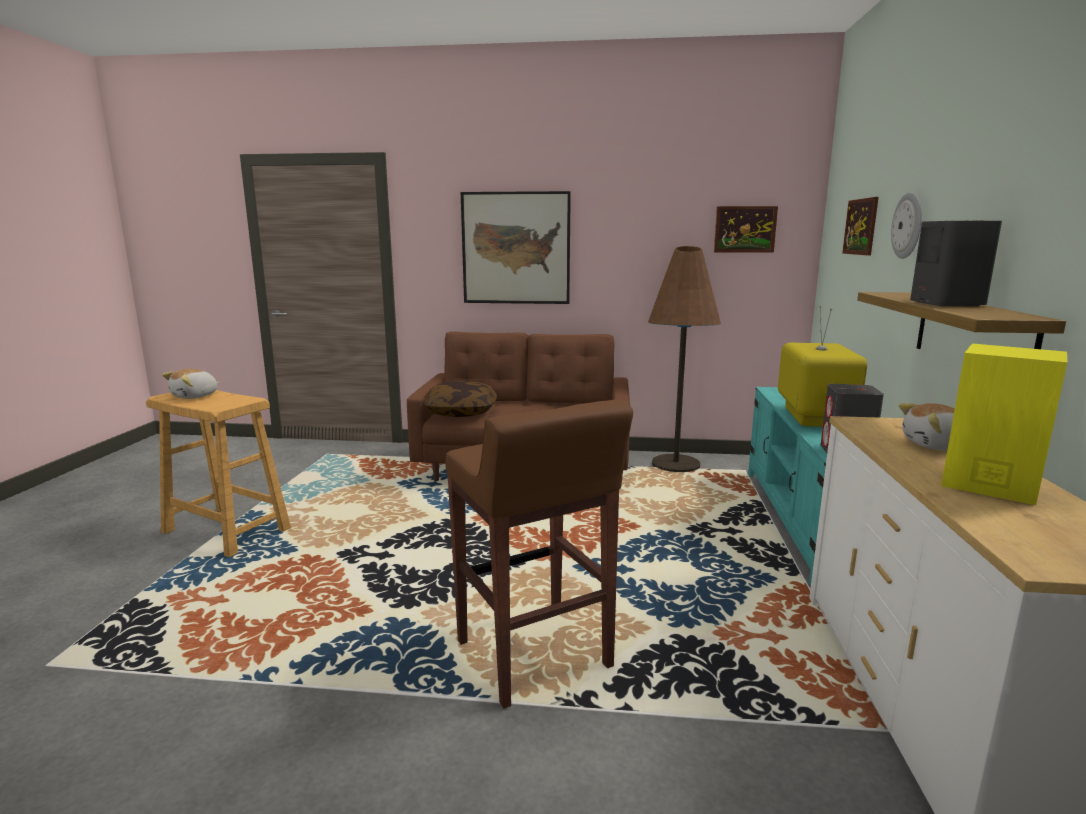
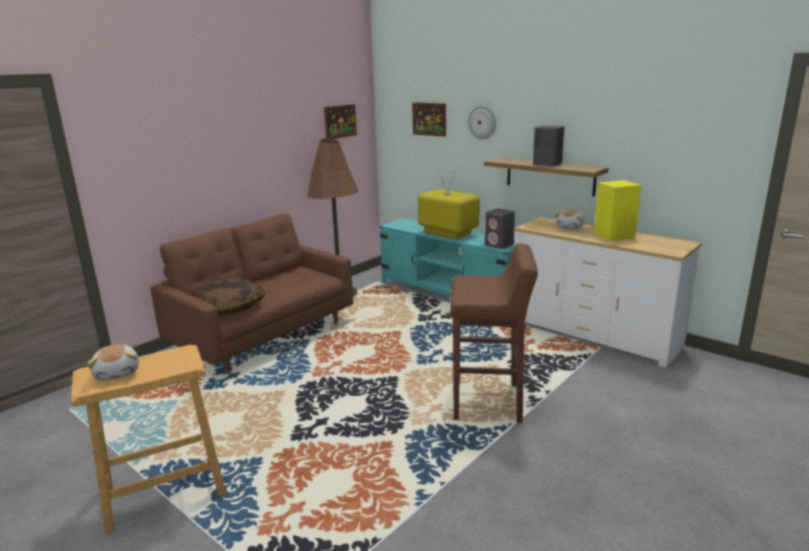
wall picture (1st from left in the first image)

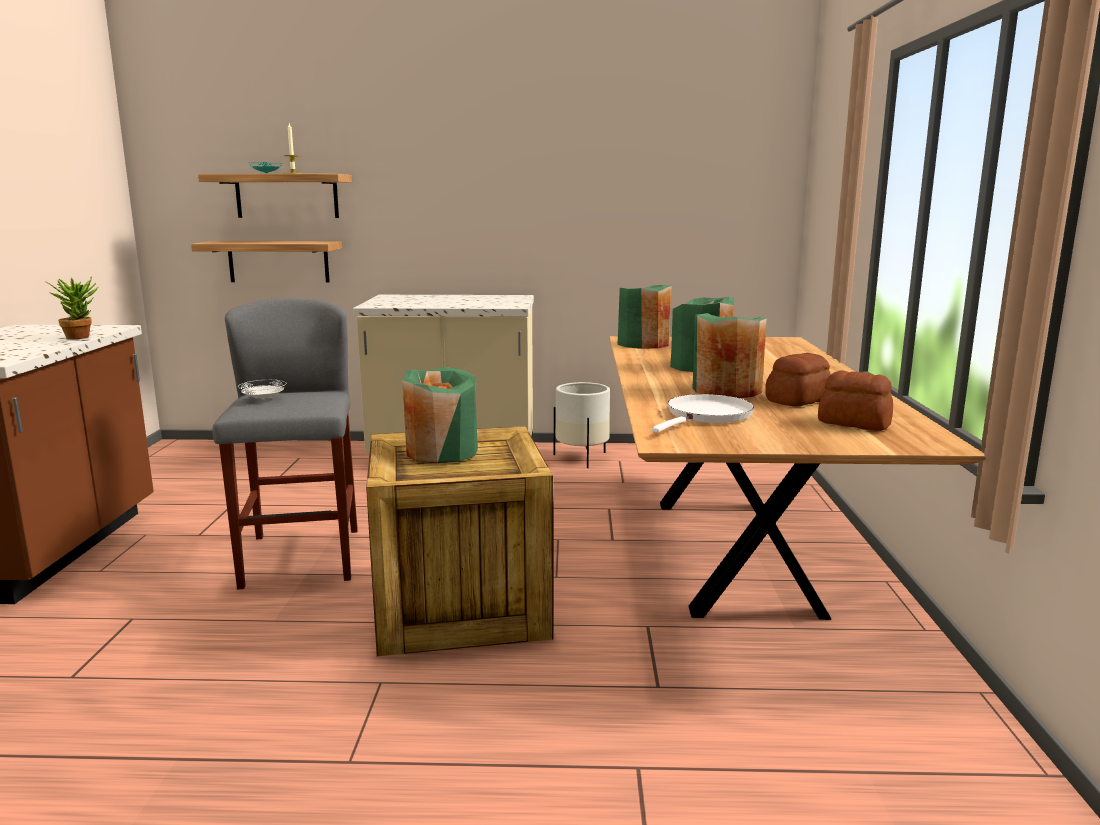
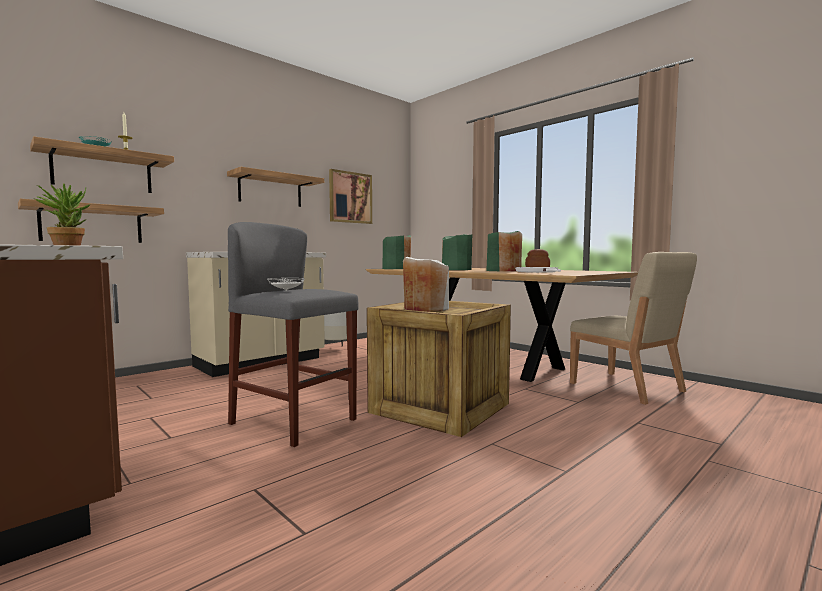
white-coloured decorative vase
baked bread (2nd from left in the first image)
bracket shelf (3rd from left)
wall picture
beige-coloured chair

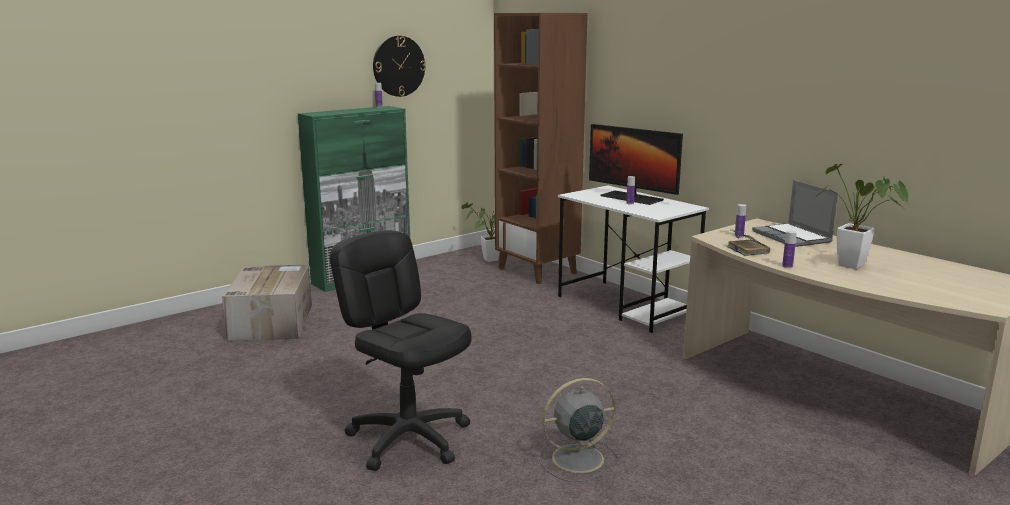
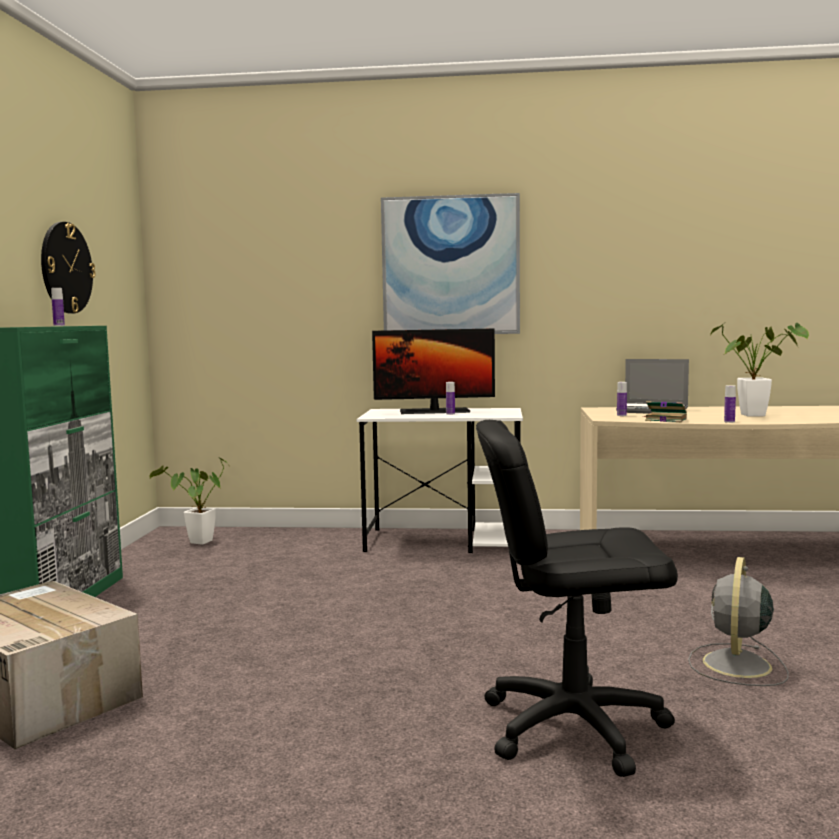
brown bookcase
wall picture

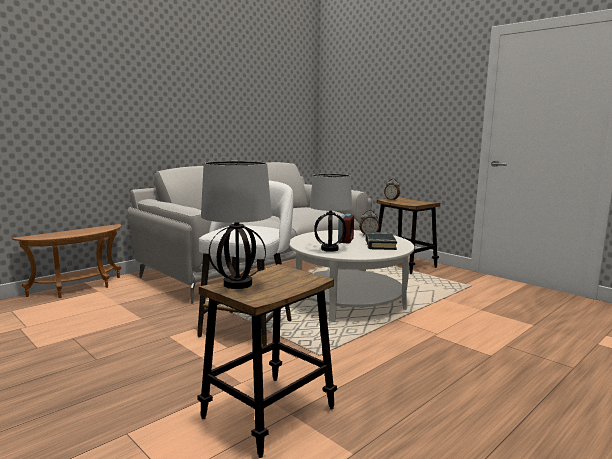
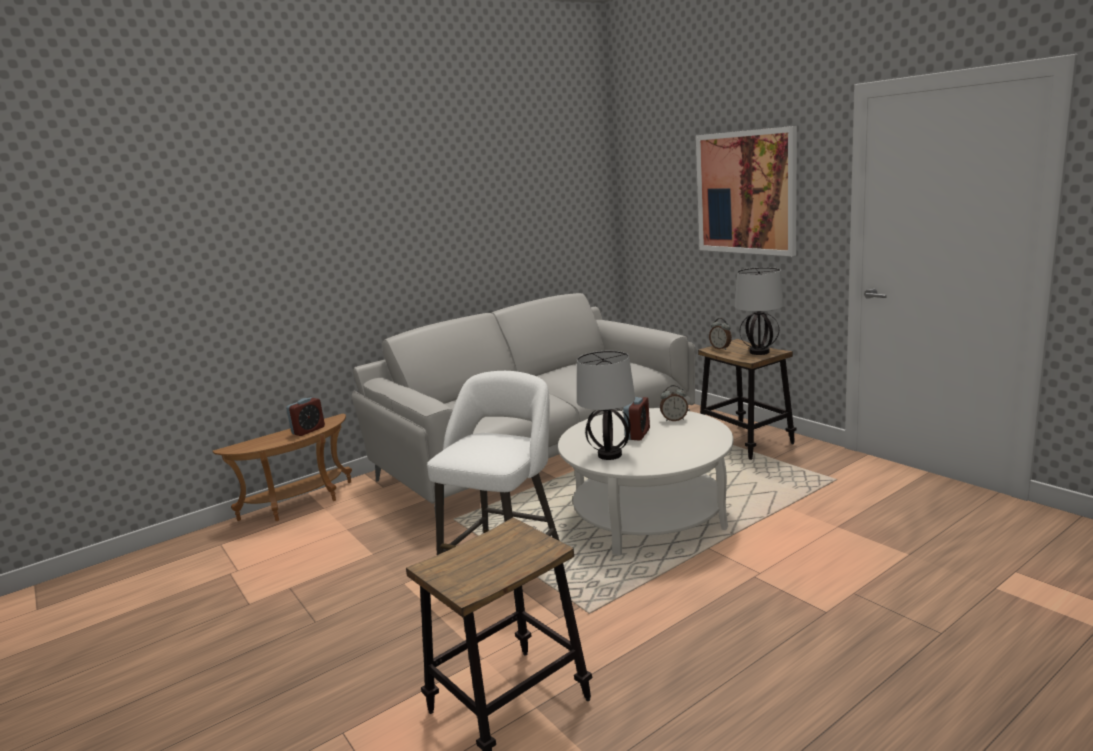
table lamp (2nd from left)
black-coloured bound book
bedside clock (1st from left)
wall picture

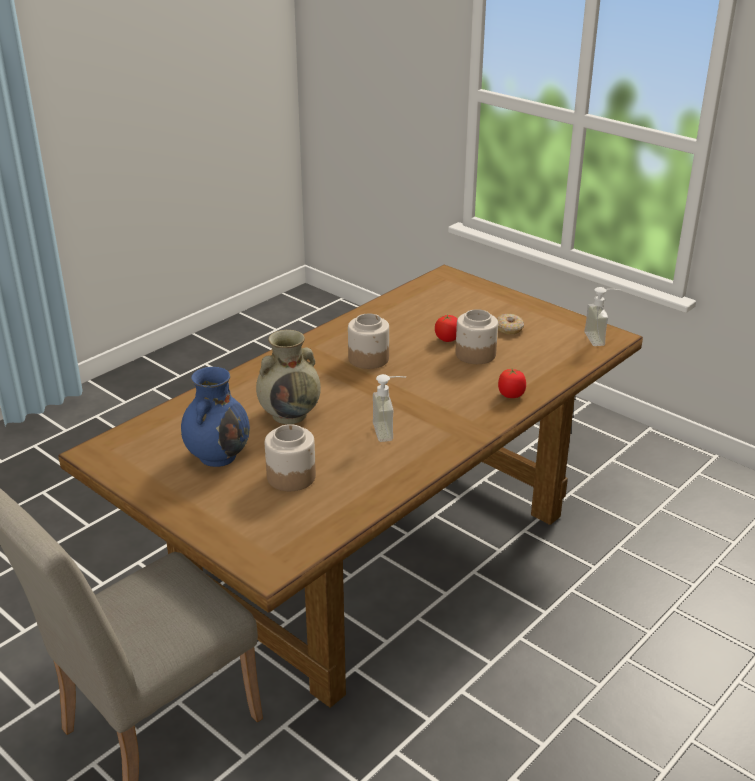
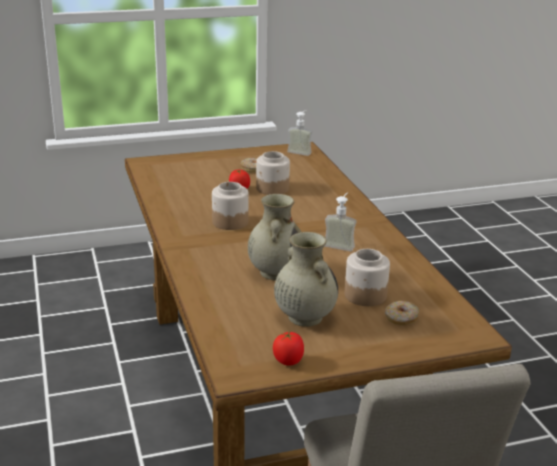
beige-coloured decorative vase (2nd from left)
fresh tomato (2nd from left)
doughnut (2nd from left)

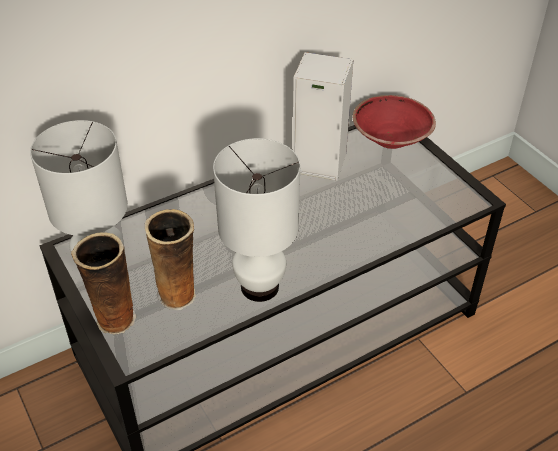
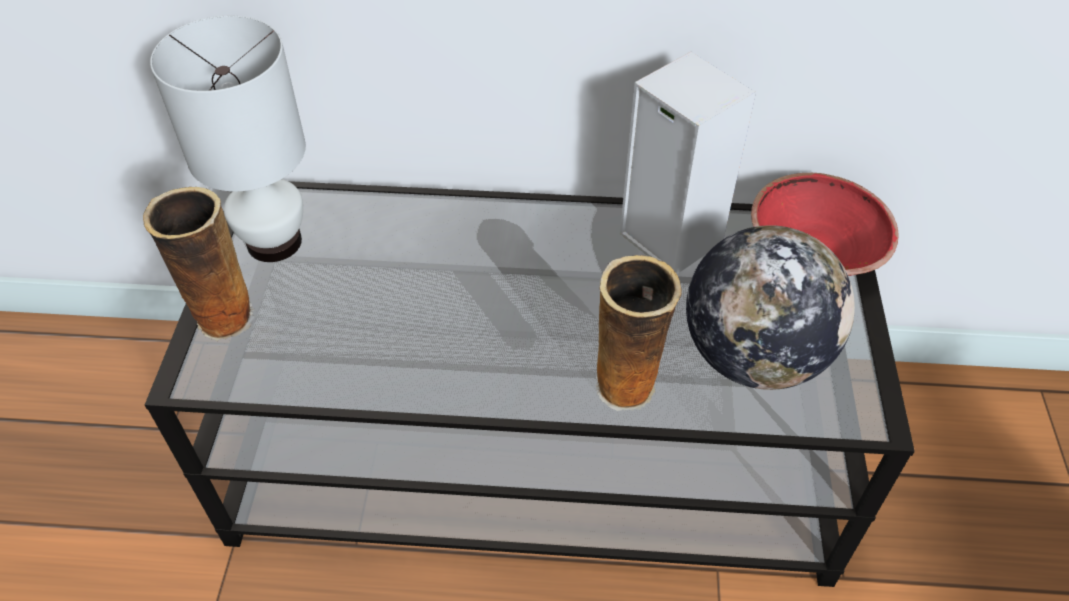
decorative vase (2nd from left)
white-coloured table lamp (2nd from left in the first image)
desk globe

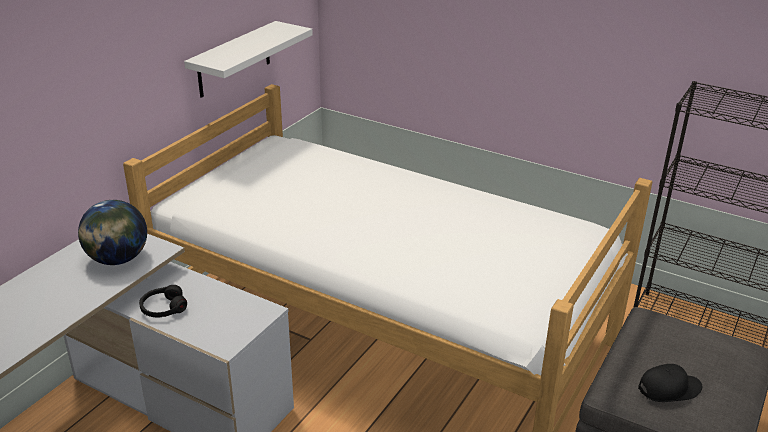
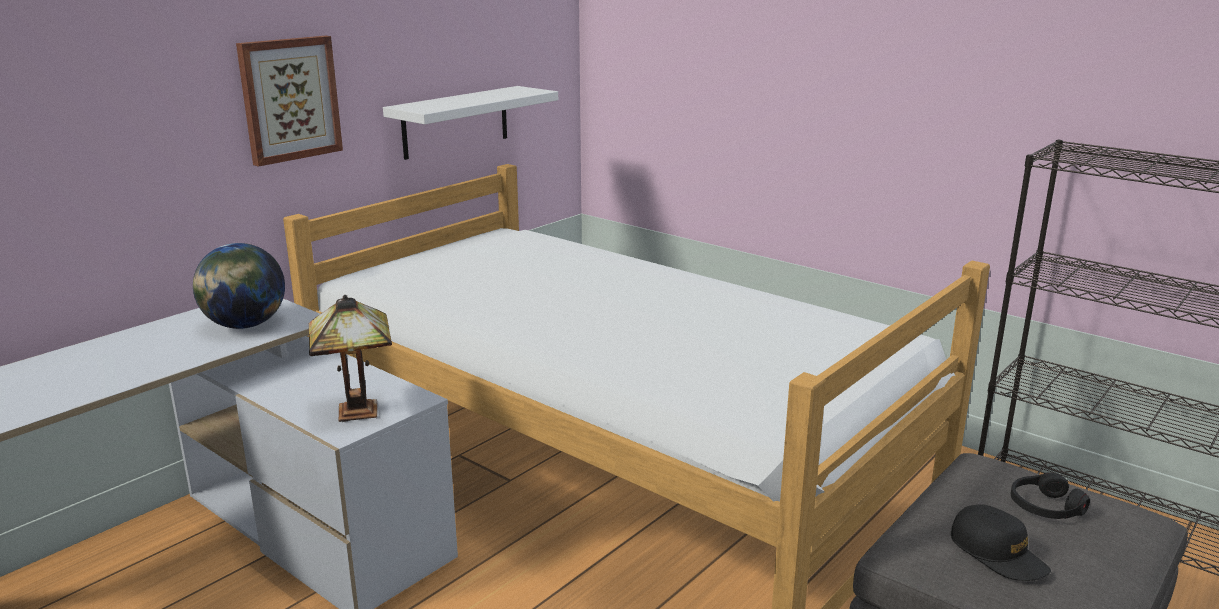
black-coloured headphones
black-coloured peaked cap
wall picture
table lamp

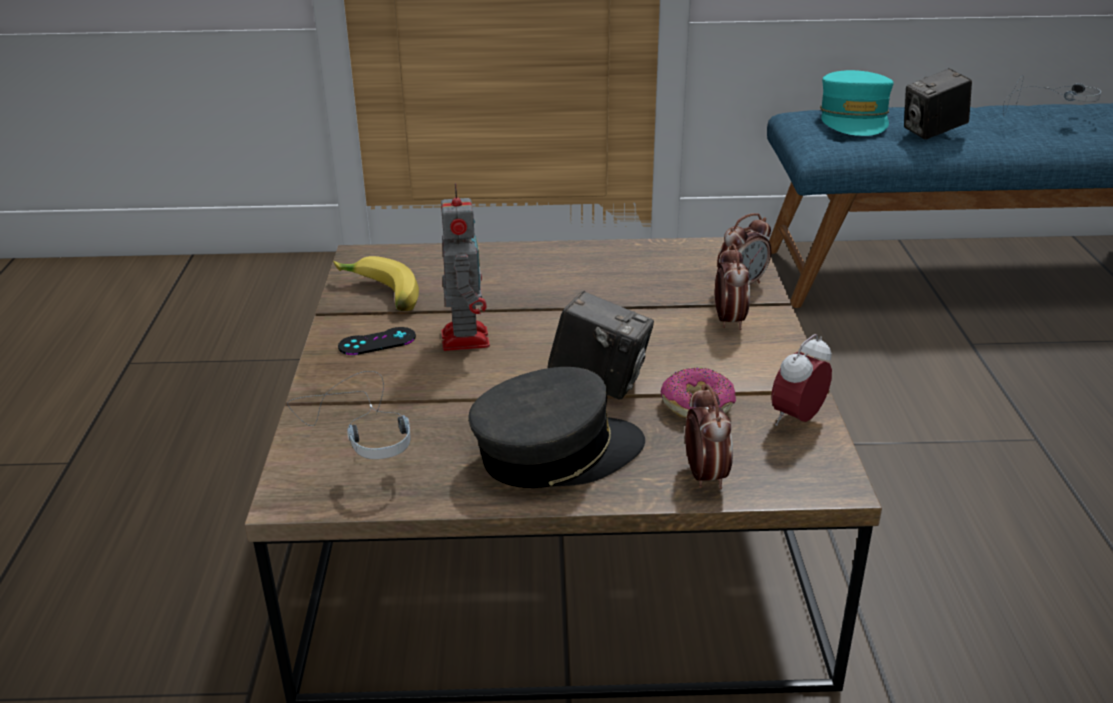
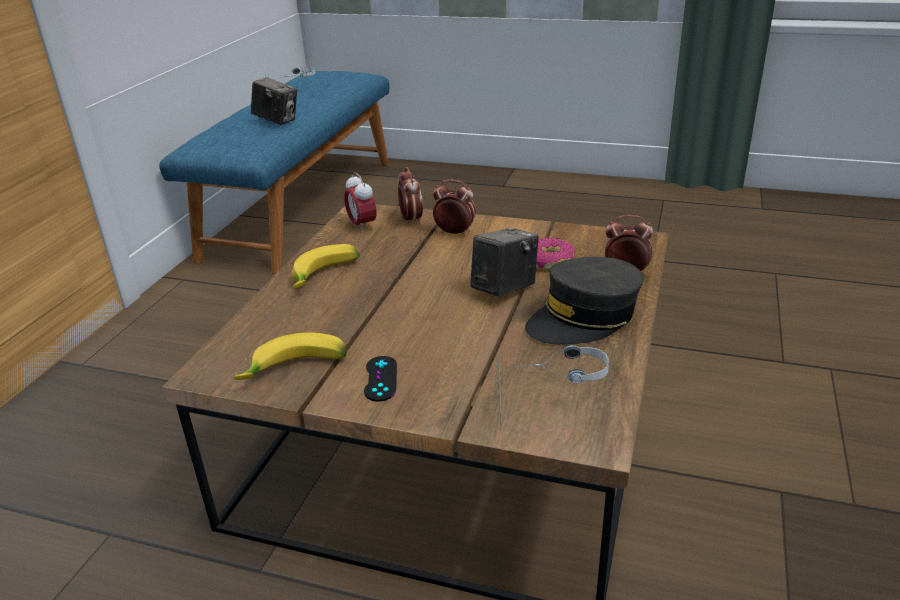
robot figure
gray peaked cap
bedside clock (1st from left)
turquoise-coloured peaked cap
still camera (1st from left)
banana fruit (2nd from left)

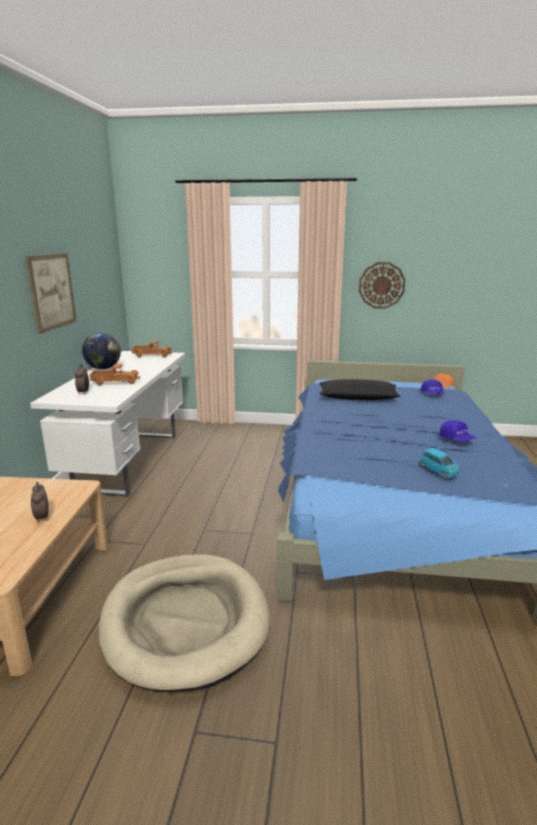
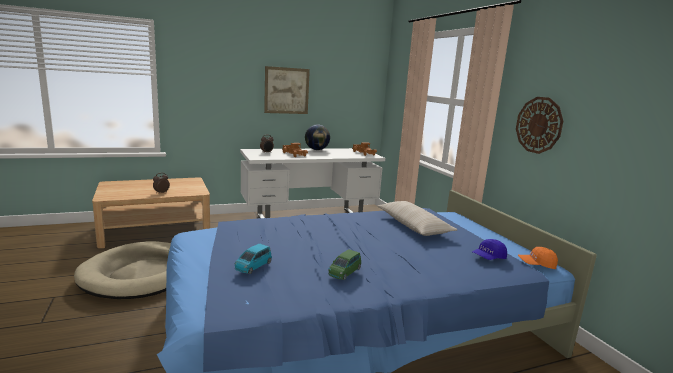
beige-coloured pillow
green miniature car

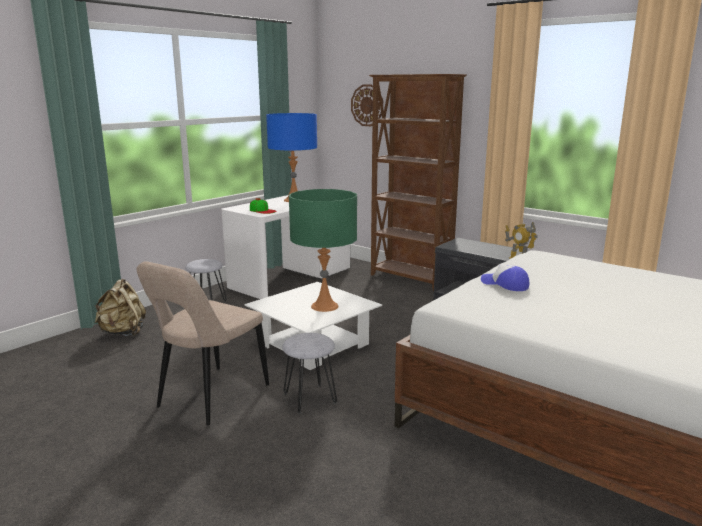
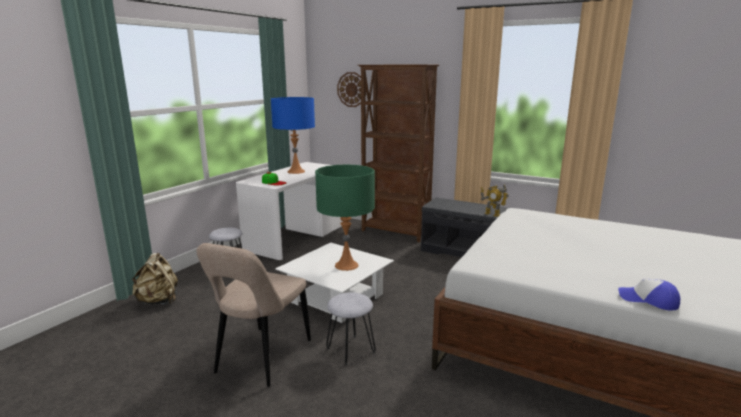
peaked cap (2nd from left)

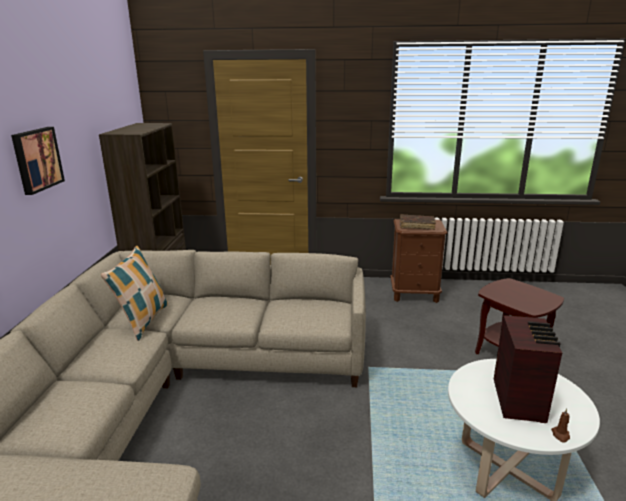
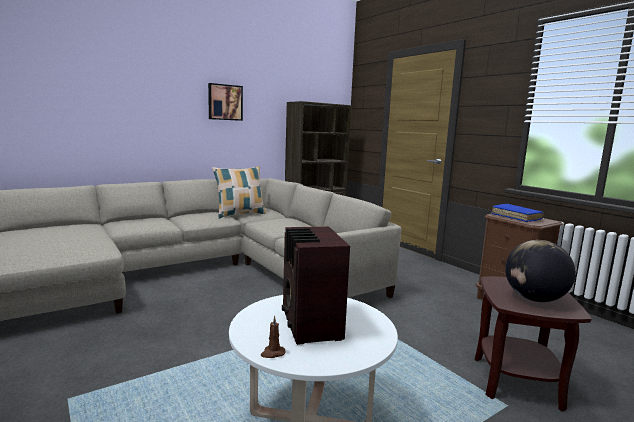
blue bound book
radio
desk globe

